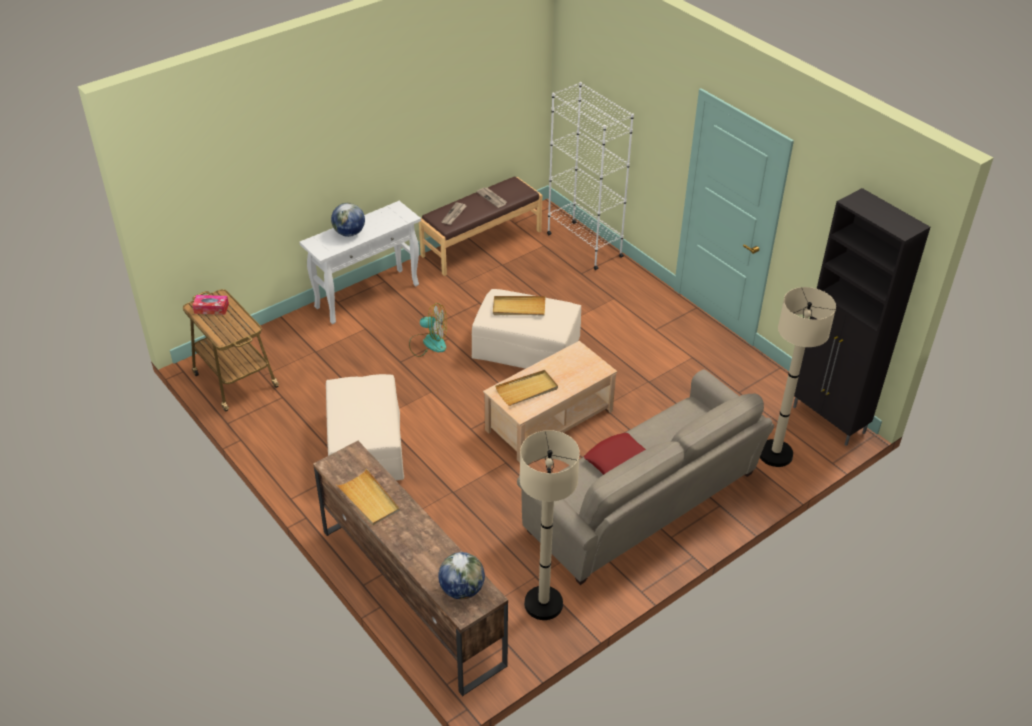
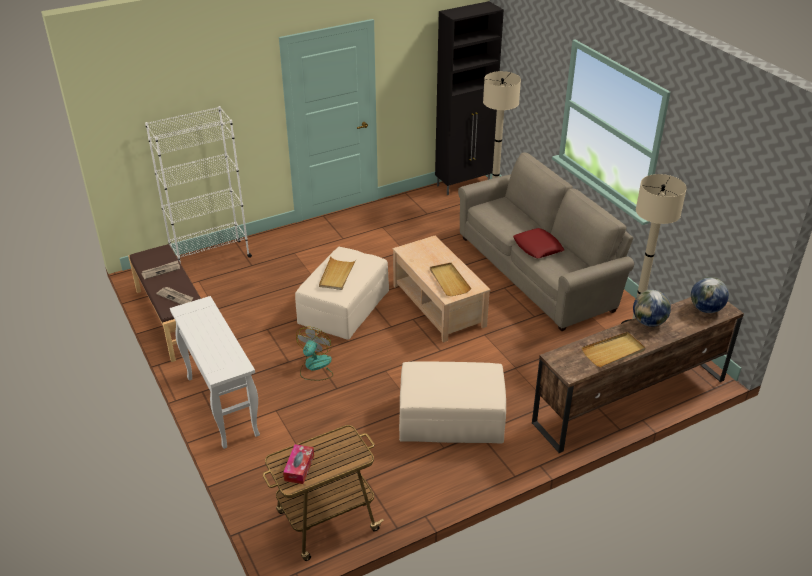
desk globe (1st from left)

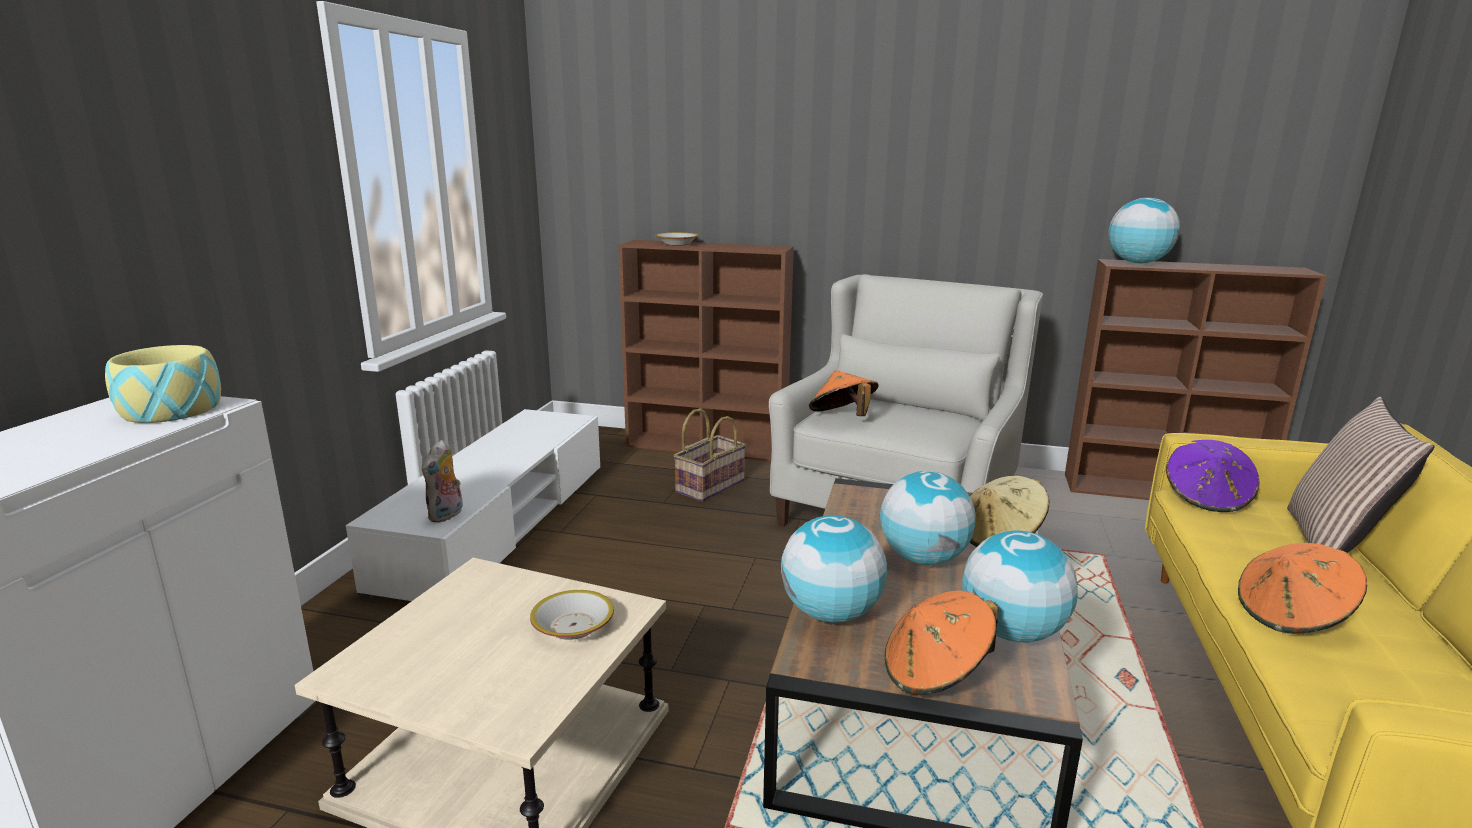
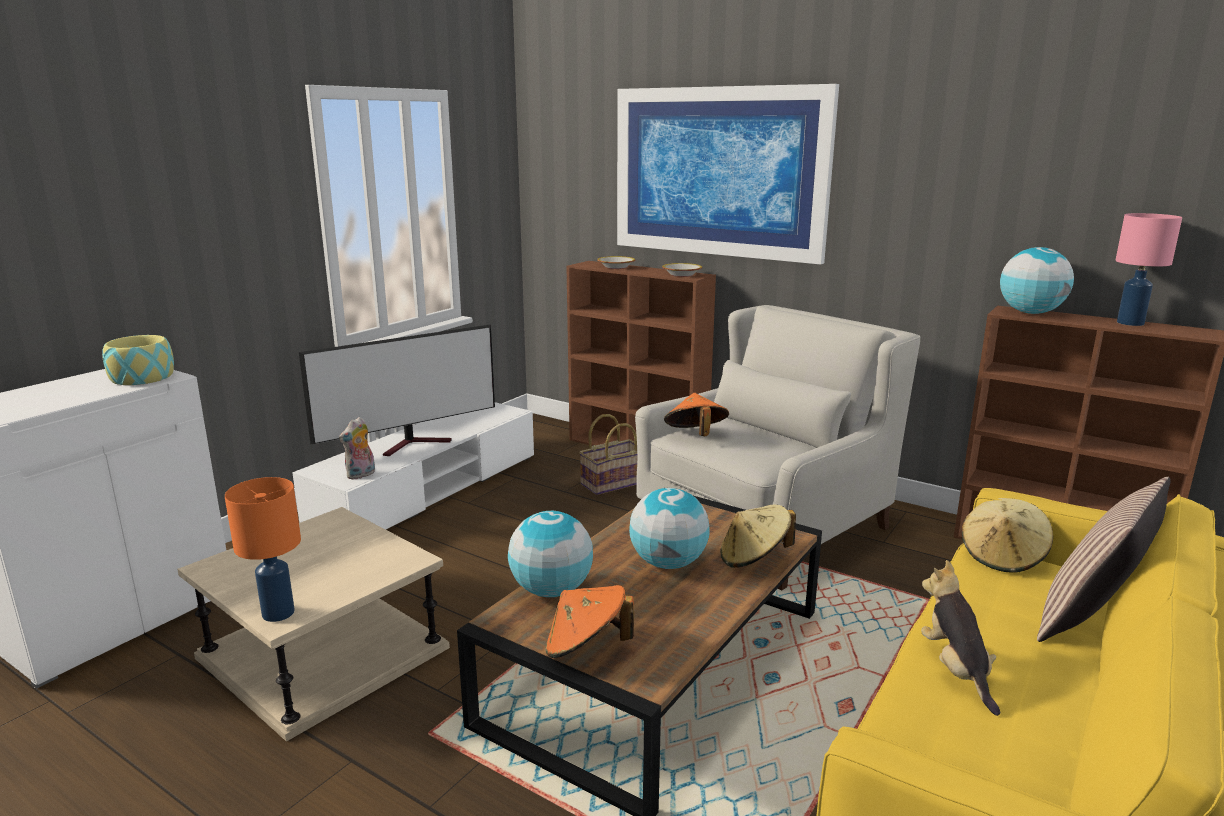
serving bowl (3rd from left)
desk globe (3rd from left in the first image)
beige-coloured hat (2nd from left)
plush toy (2nd from left)
orange-coloured table lamp
TV
wall picture
pink-coloured table lamp

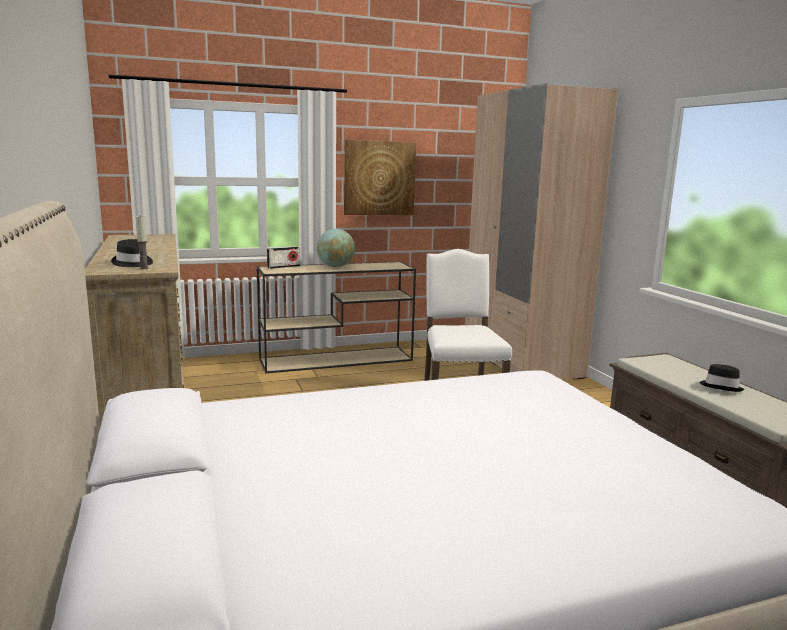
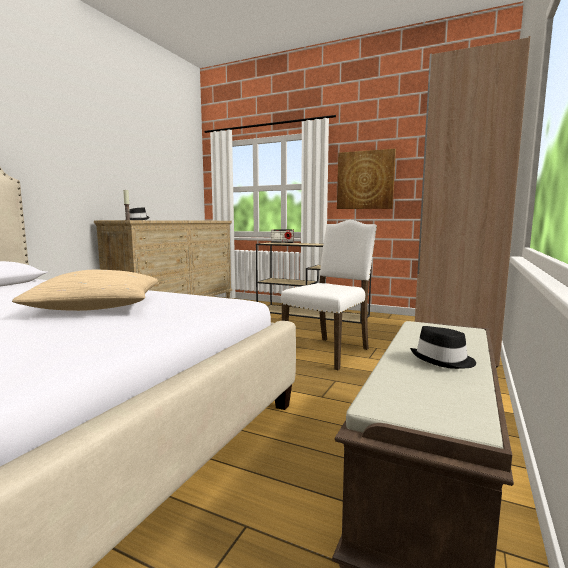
desk globe
beige-coloured pillow

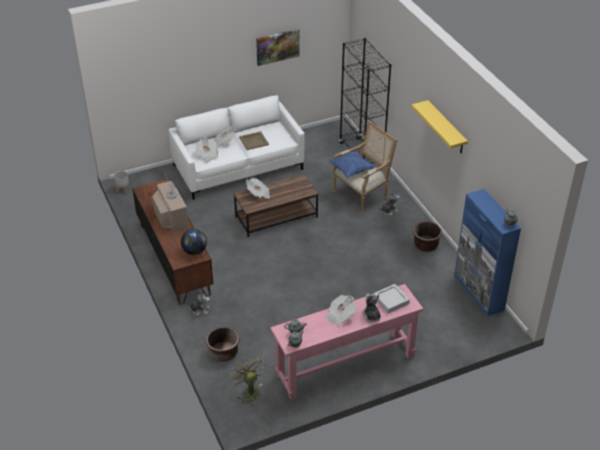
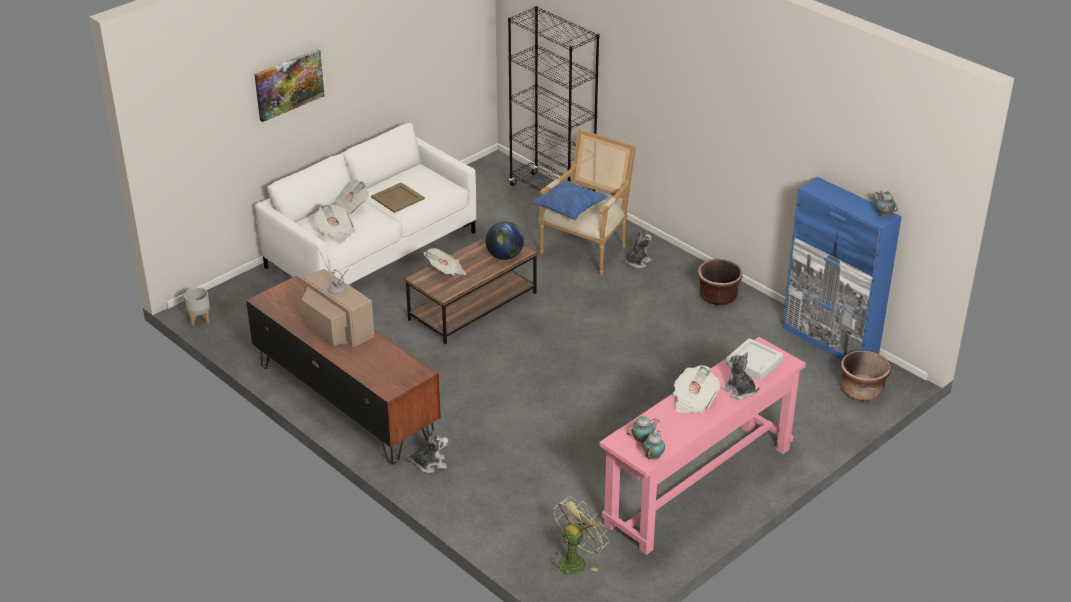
desk globe
brown planter (2nd from left)
green electric fan
wall picture
yellow bracket shelf

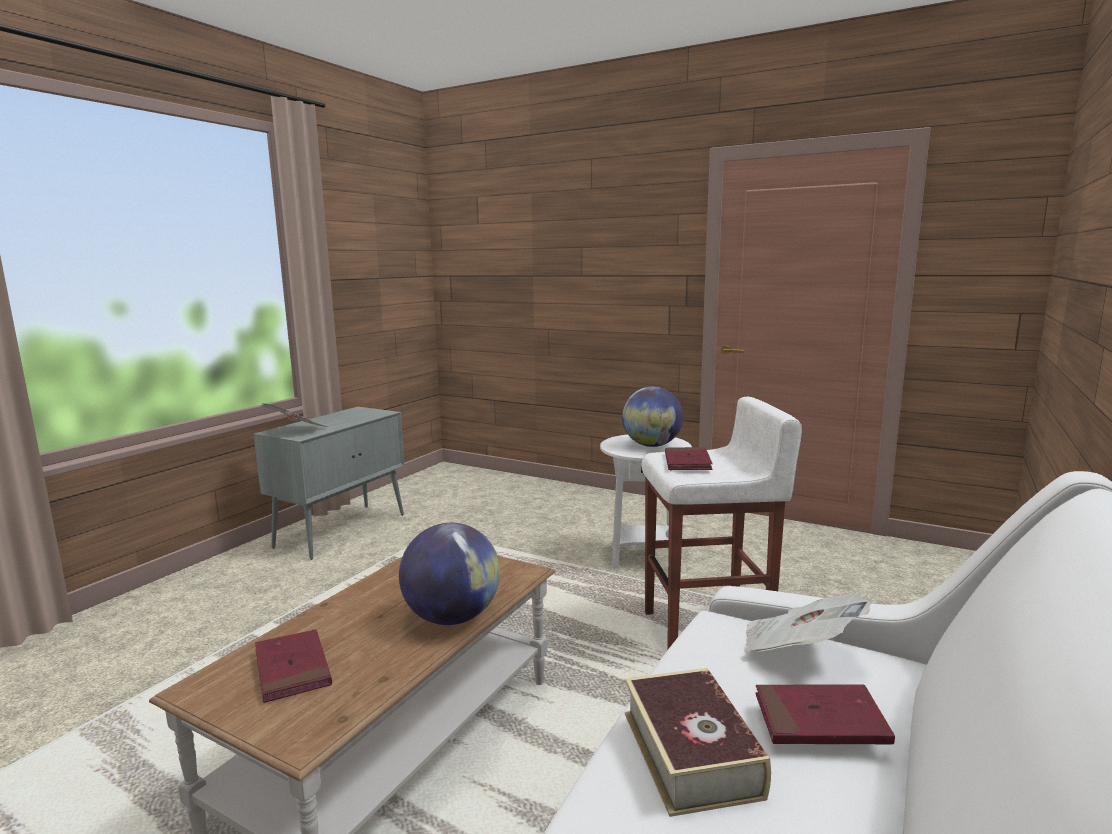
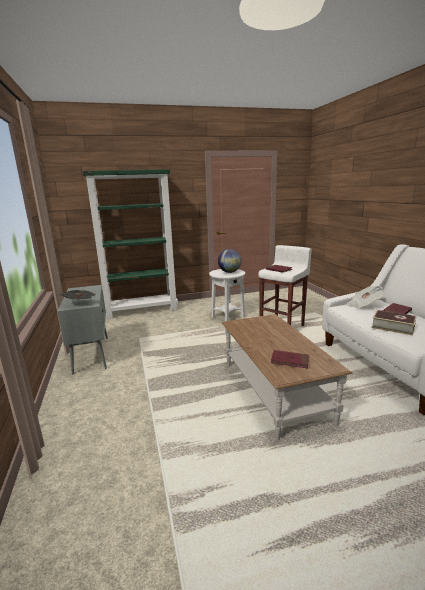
desk globe (1st from left in the first image)
green bookcase

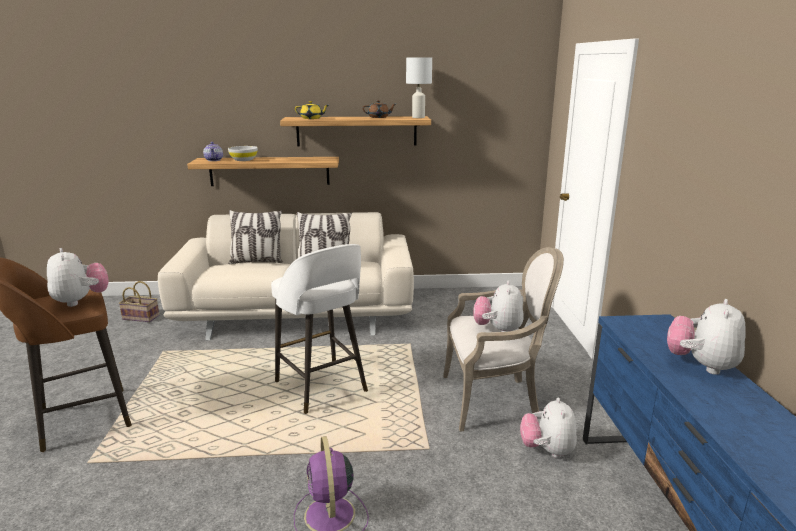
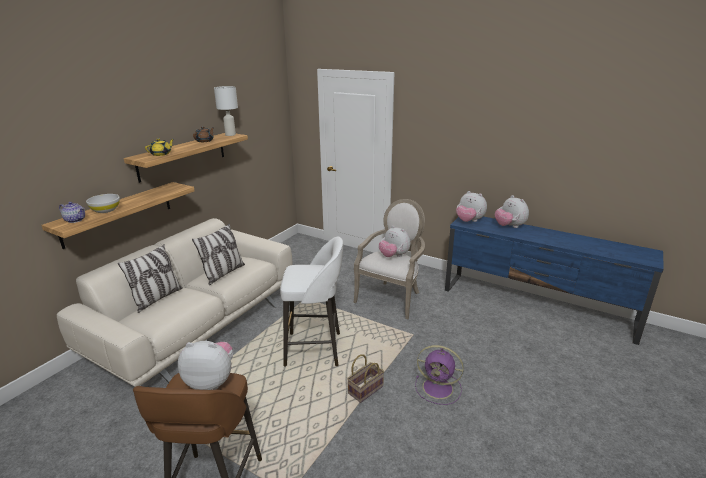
basket
plush toy (3rd from left)

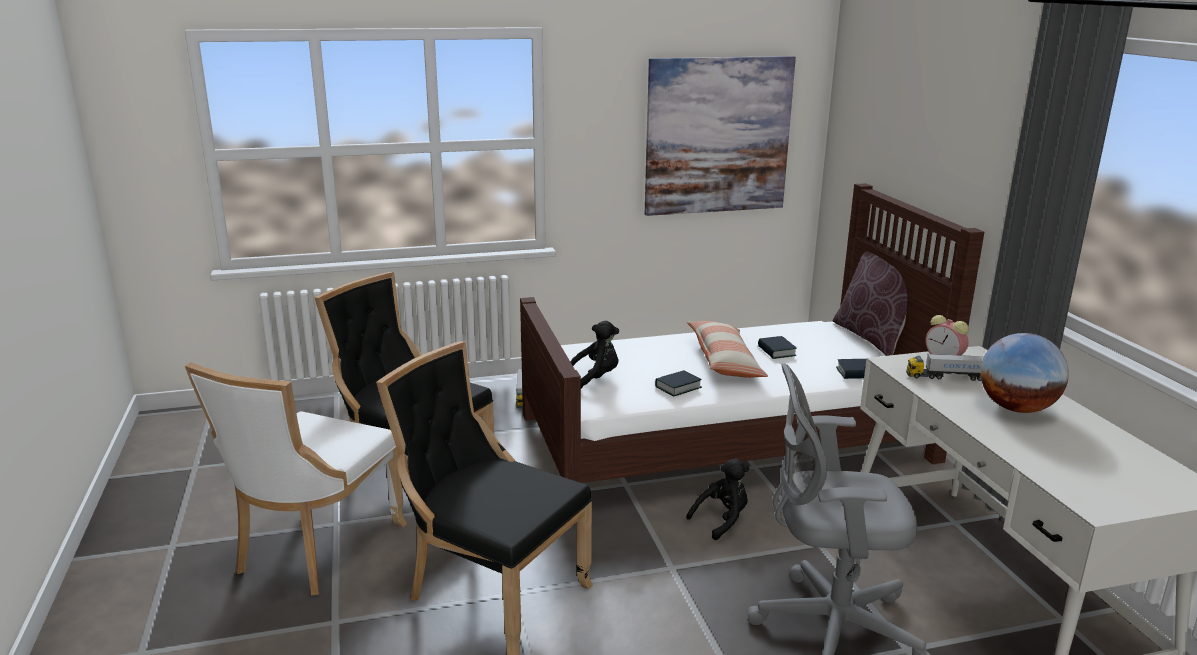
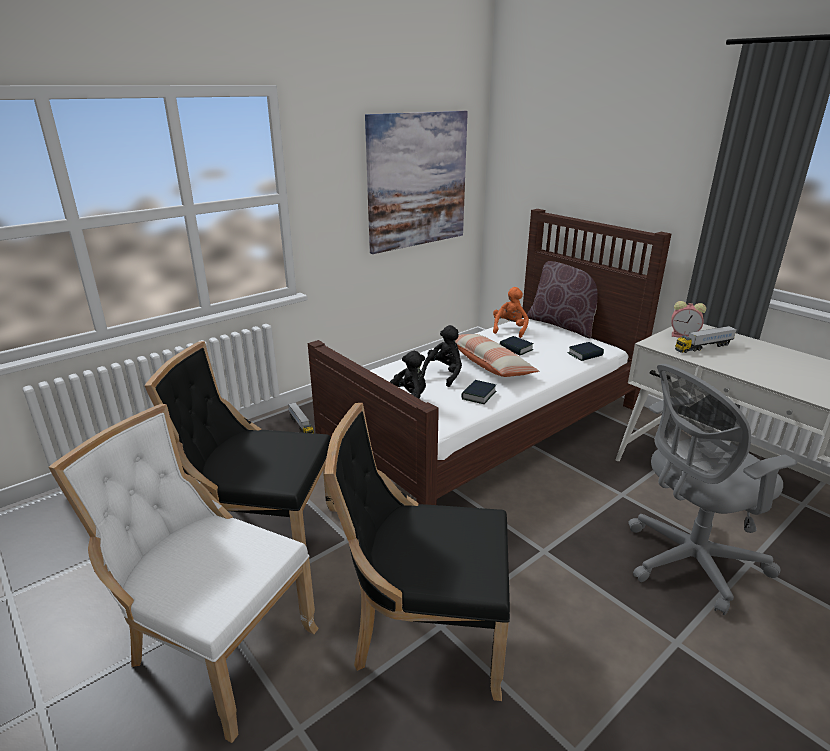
white-coloured chair
black-coloured plush toy (2nd from left)
desk globe
orange-coloured plush toy

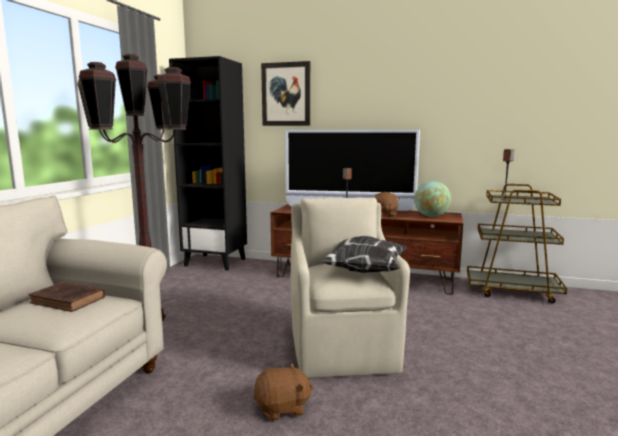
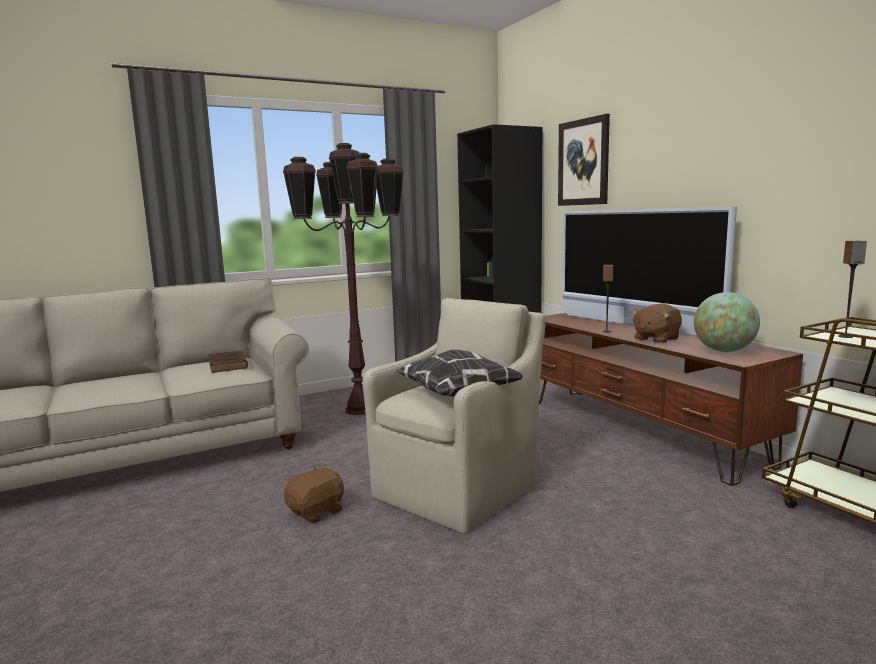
brown plush toy (1st from left)

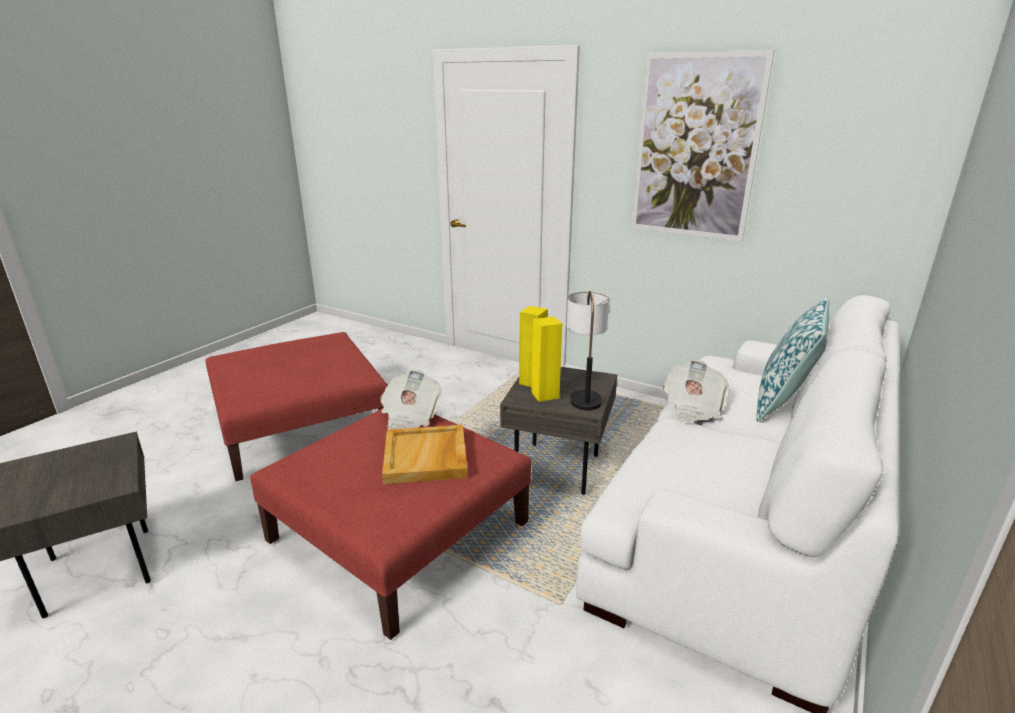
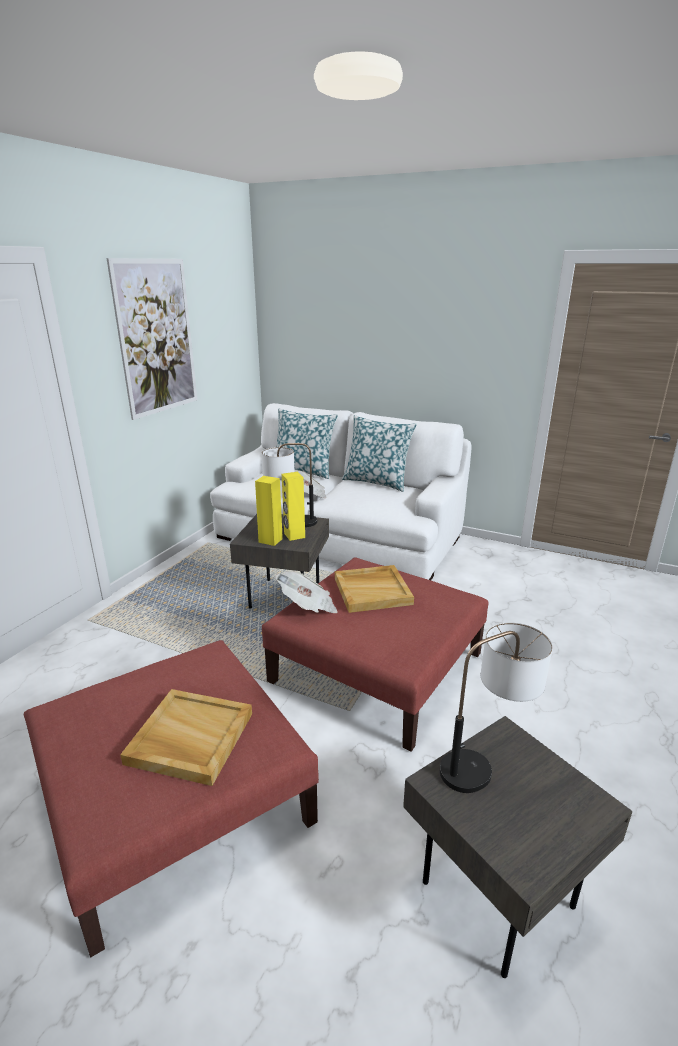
beige-coloured carrying tray (1st from left)
pillow (2nd from left)
table lamp (2nd from left)

